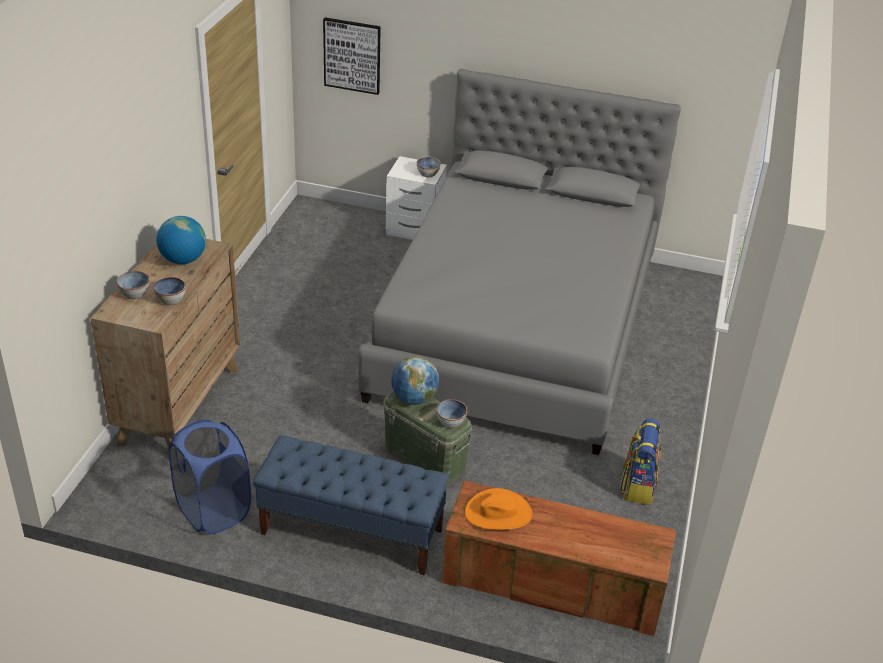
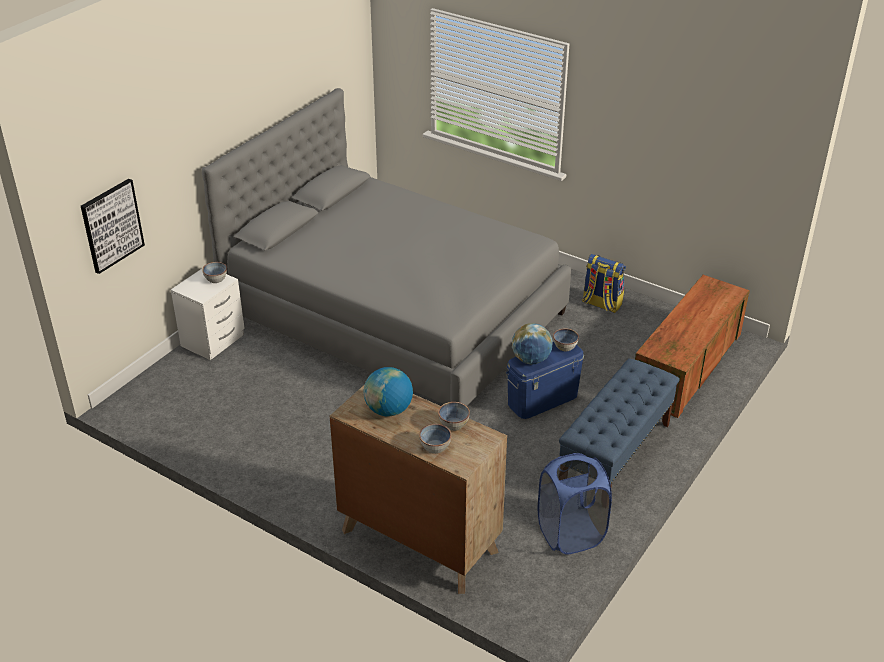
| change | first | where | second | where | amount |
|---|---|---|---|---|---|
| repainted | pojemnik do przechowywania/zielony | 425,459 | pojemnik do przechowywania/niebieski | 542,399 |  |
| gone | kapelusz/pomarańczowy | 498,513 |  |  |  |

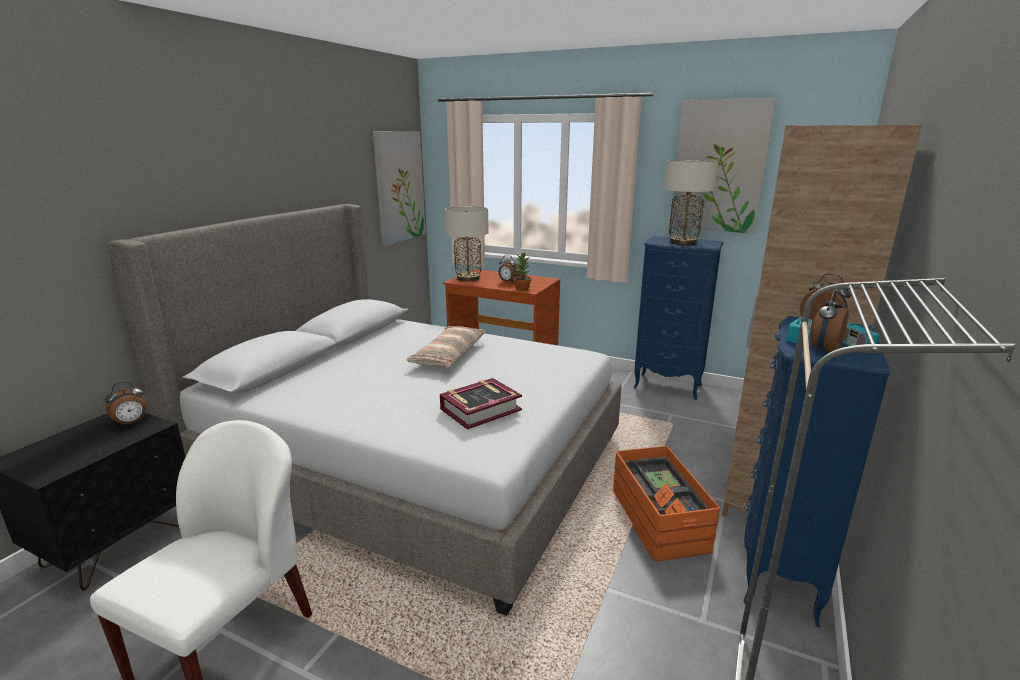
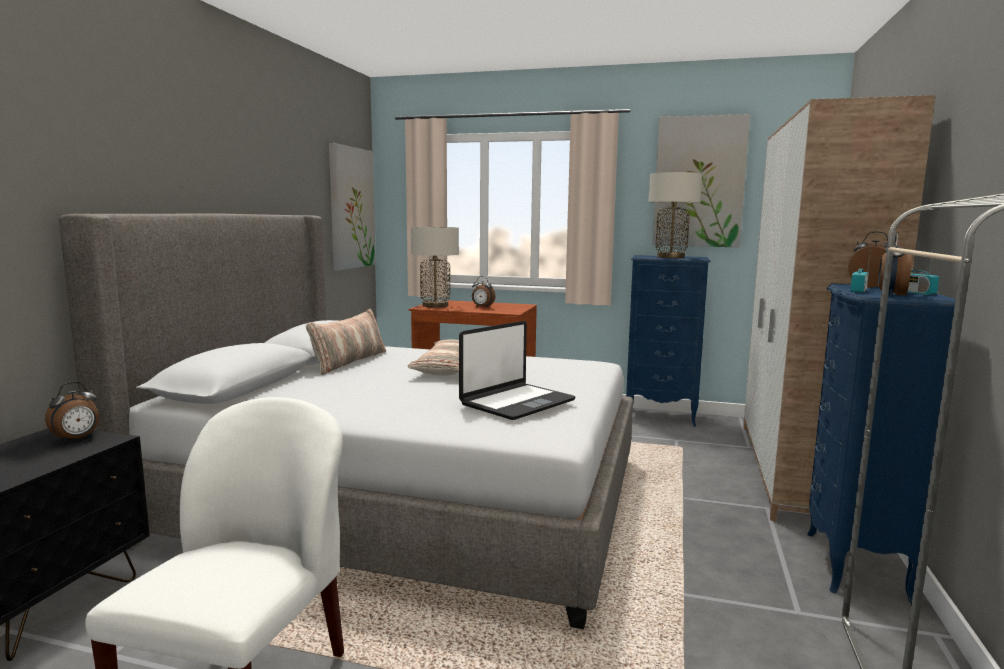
| change | first | where | second | where | amount |
|---|---|---|---|---|---|
| swapped | książka | 480,409 | laptop | 516,402 |  |
| gone | roślina doniczkowa | 521,289 |  |  |  |
| gone | pojemnik do przechowywania/pomarańczowy | 660,519 |  |  |  |
| new |  |  | poduszka | 349,362 |  |

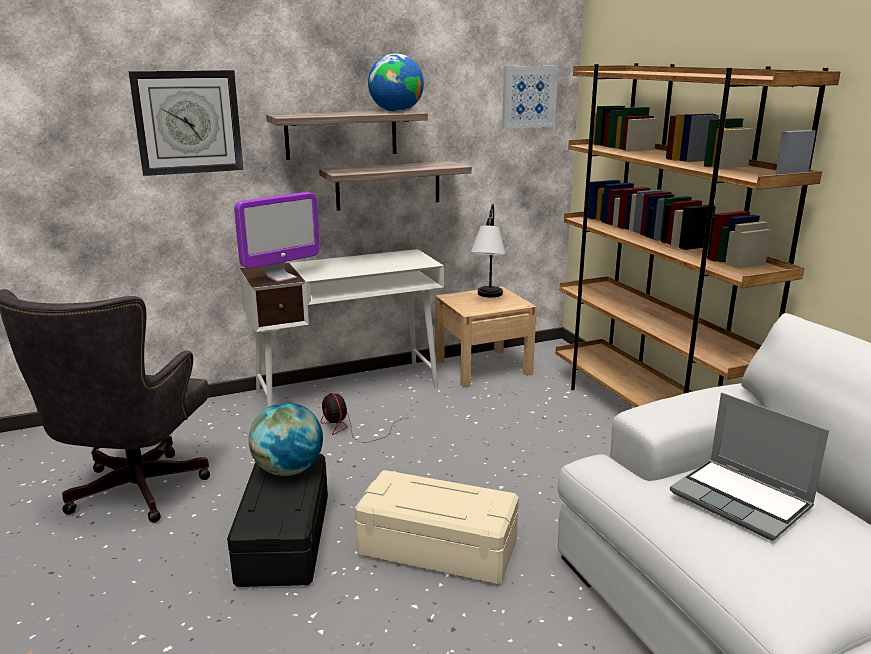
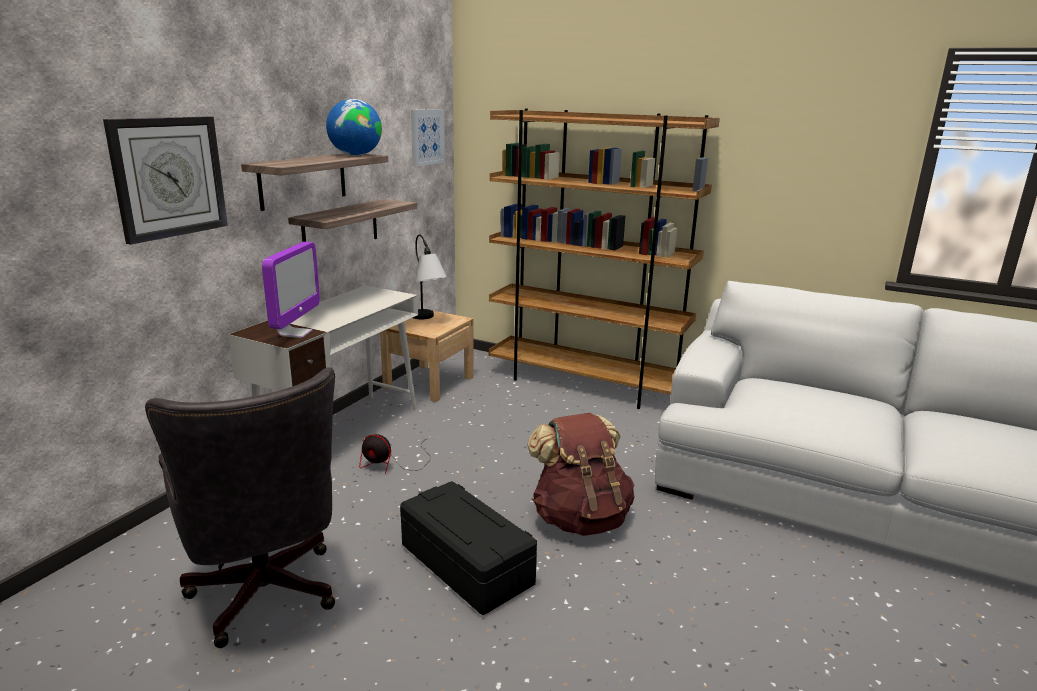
| change | first | where | second | where | amount |
|---|---|---|---|---|---|
| gone | globus | 289,470 |  |  |  |
| swapped | pojemnik do przechowywania/beżowy | 438,548 | plecak/brązowy | 580,518 |  |
| gone | laptop | 742,500 |  |  |  |

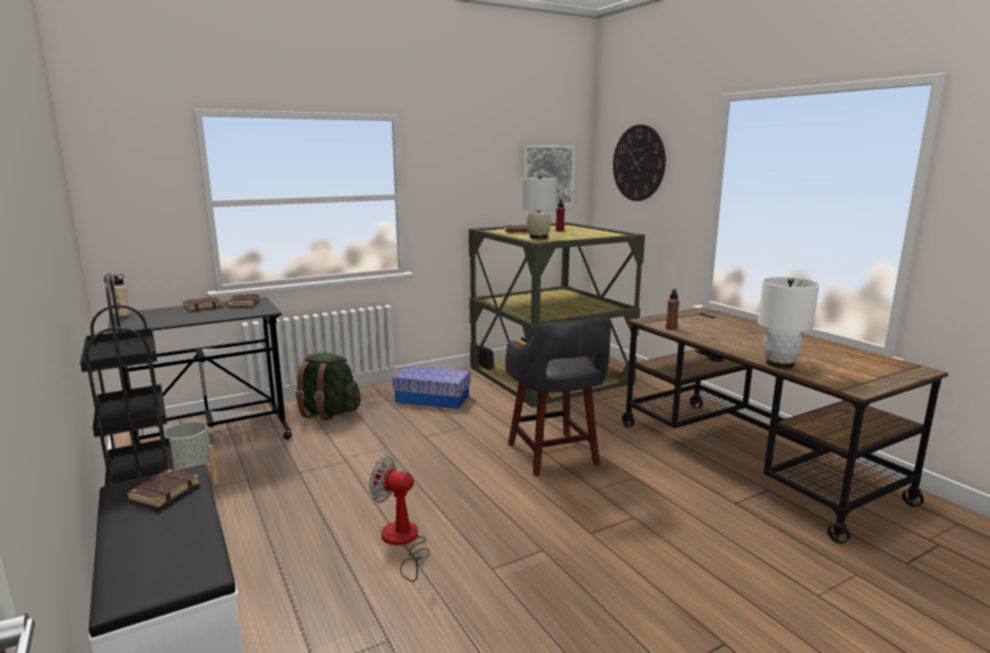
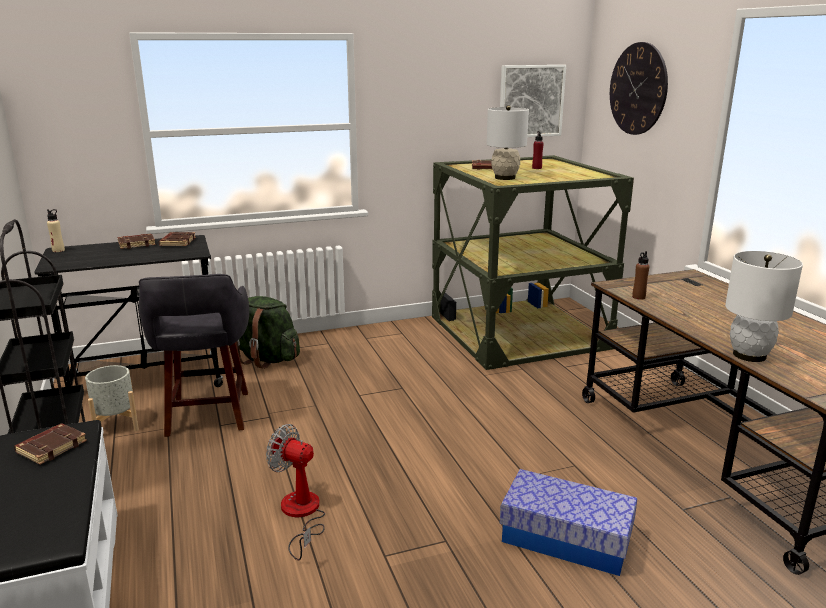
| change | first | where | second | where | amount |
|---|---|---|---|---|---|
| shifted | pojemnik do przechowywania | 432,398 |  | 566,538 |  |
| shifted | stołek/szary | 553,456 |  | 207,416 |  |

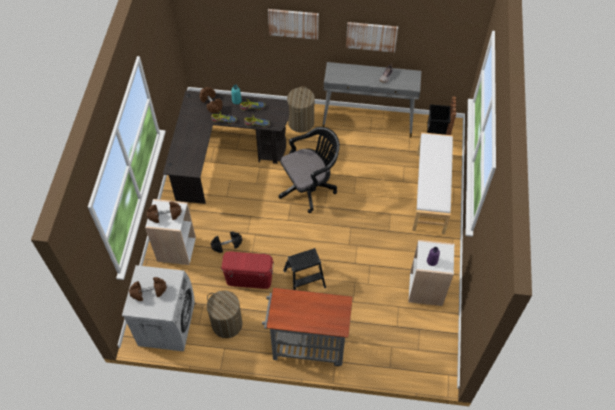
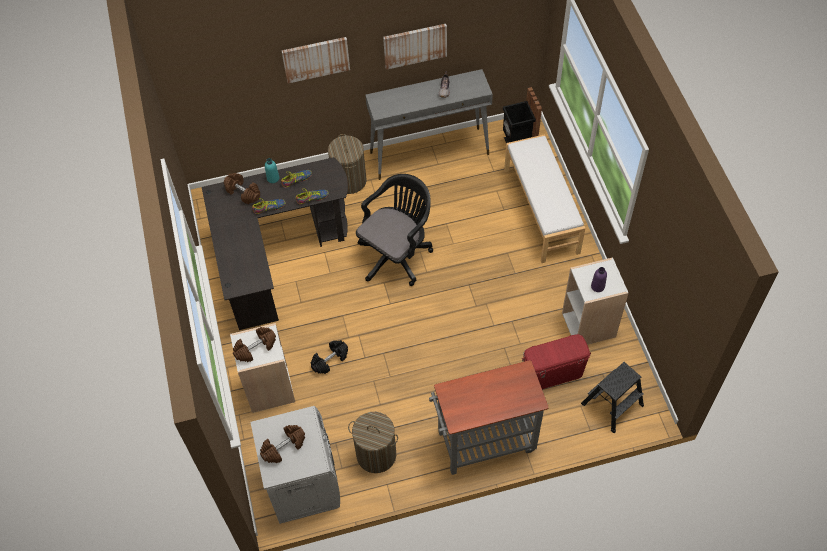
| change | first | where | second | where | amount |
|---|---|---|---|---|---|
| shifted | pojemnik do przechowywania/czerwony | 249,278 |  | 552,373 |  |
| shifted | drabinka/czarny | 304,278 |  | 612,404 |  |

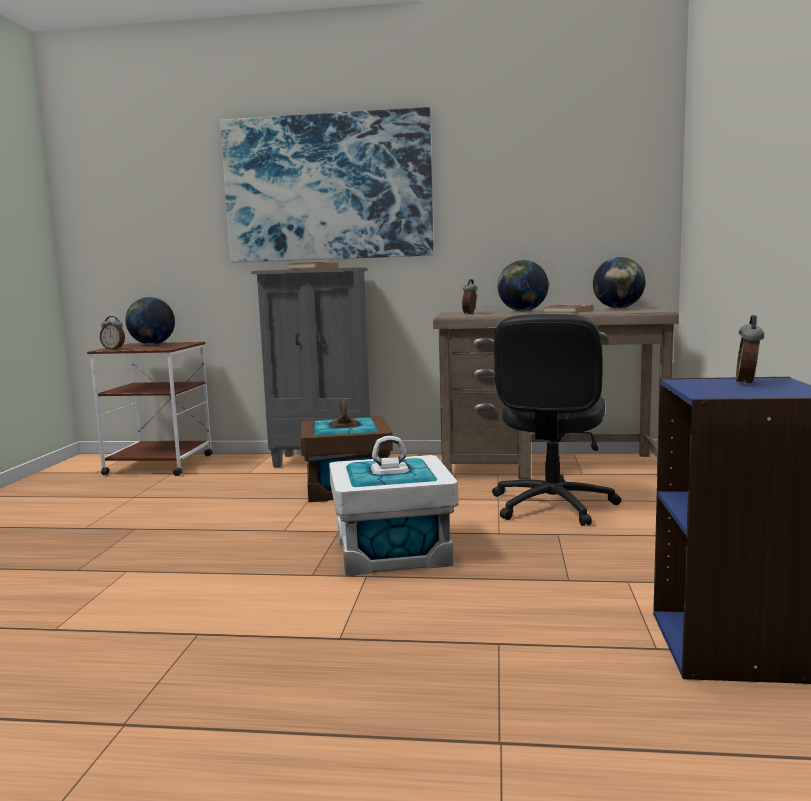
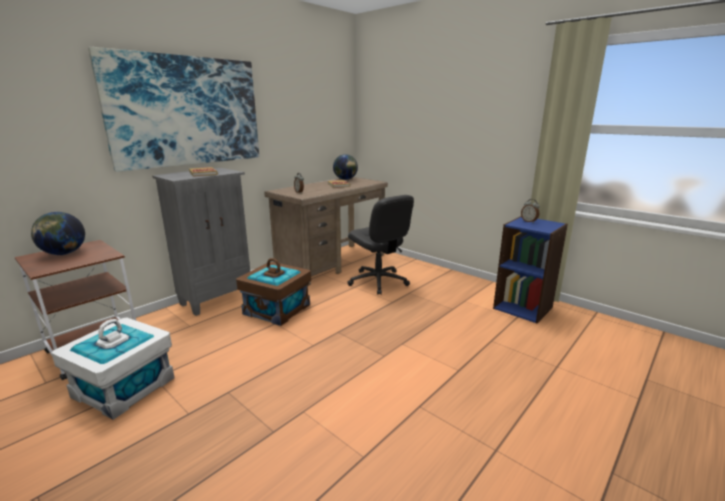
| change | first | where | second | where | amount |
|---|---|---|---|---|---|
| gone | budzik | 114,349 |  |  |  |
| shifted | pojemnik do przechowywania/biały | 392,551 |  | 124,387 |  |
| gone | globus | 522,311 |  |  |  |

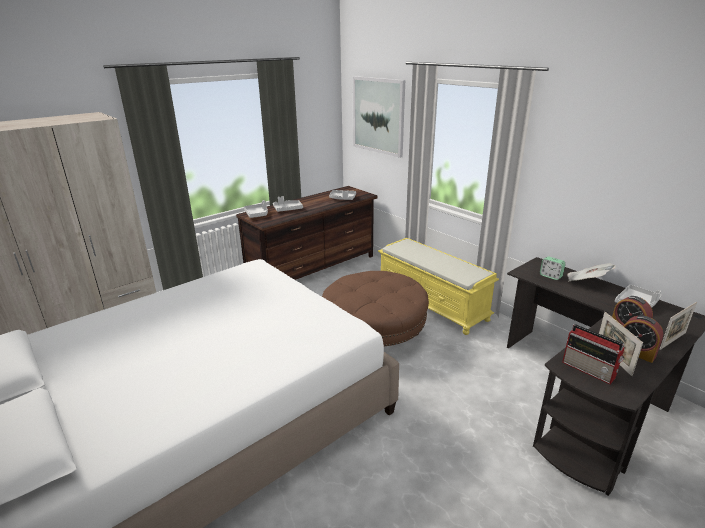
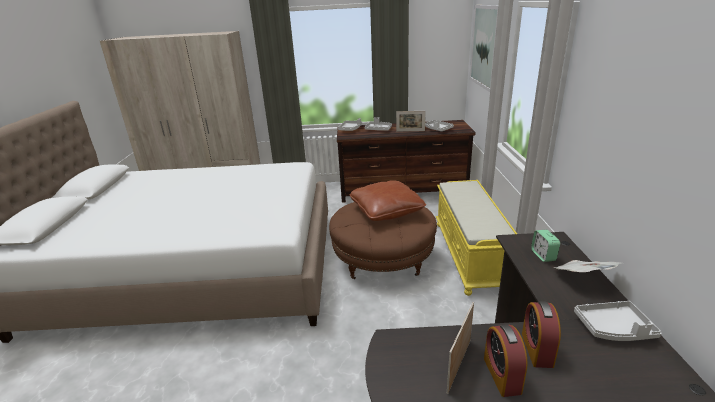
| change | first | where | second | where | amount |
|---|---|---|---|---|---|
| gone | radio | 589,370 |  |  |  |
| shifted | ramka na zdjęcie | 672,341 |  | 410,131 |  |
| new |  |  | poduszka/brązowy | 386,211 |  |

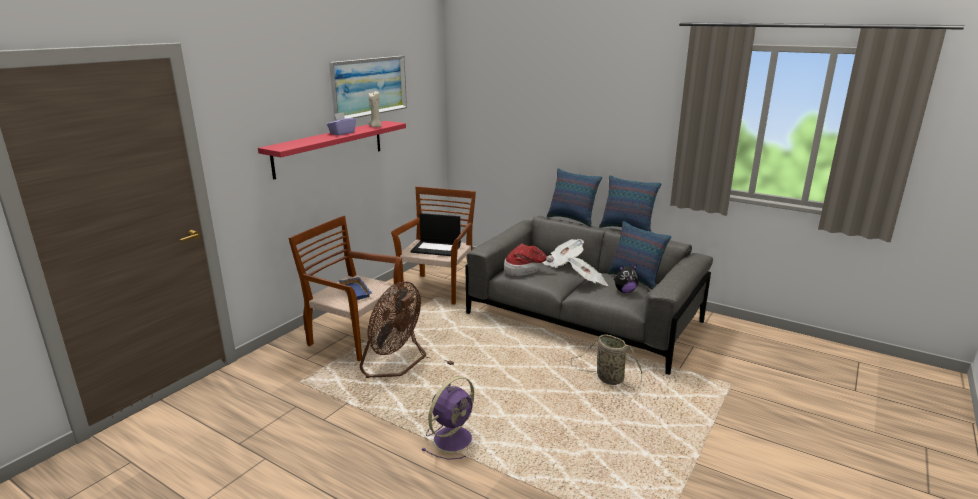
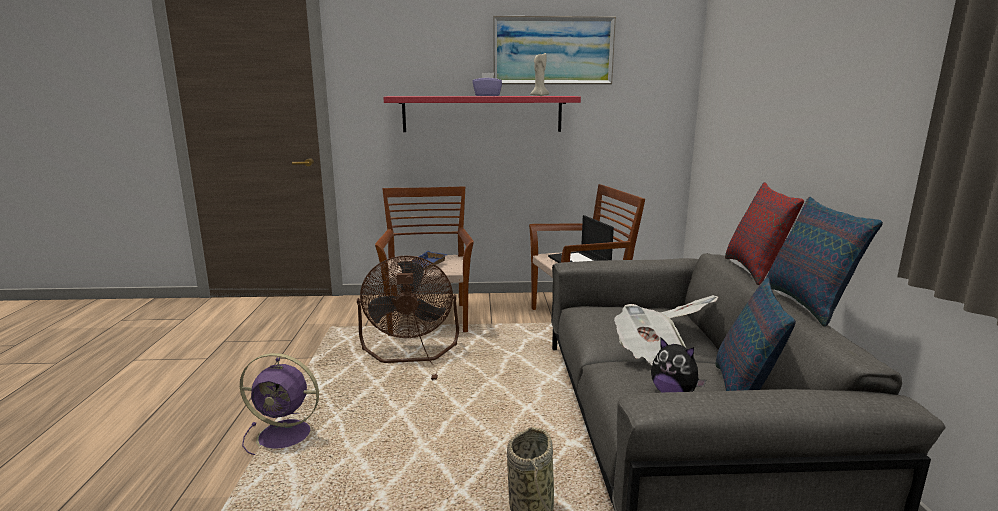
| change | first | where | second | where | amount |
|---|---|---|---|---|---|
| gone | kapelusz | 524,270 |  |  |  |
| repainted | poduszka/niebieski | 572,220 | poduszka/czerwony | 754,271 |  |

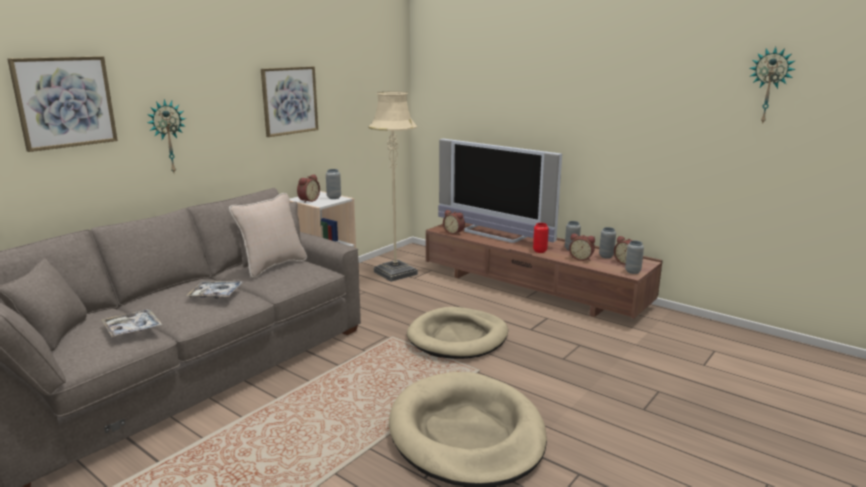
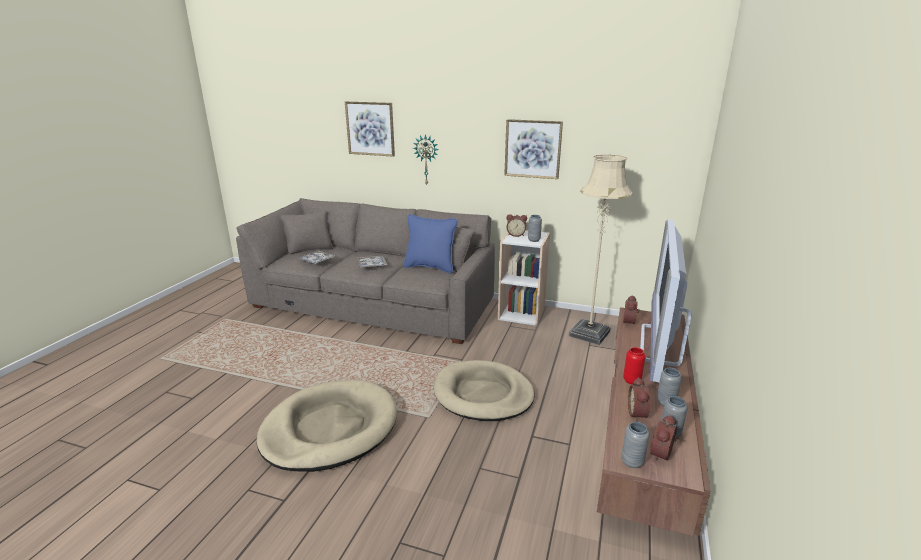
| change | first | where | second | where | amount |
|---|---|---|---|---|---|
| repainted | poduszka/beżowy | 272,266 | poduszka/niebieski | 430,267 |  |
| gone | zegar ścienny | 769,86 |  |  |  |

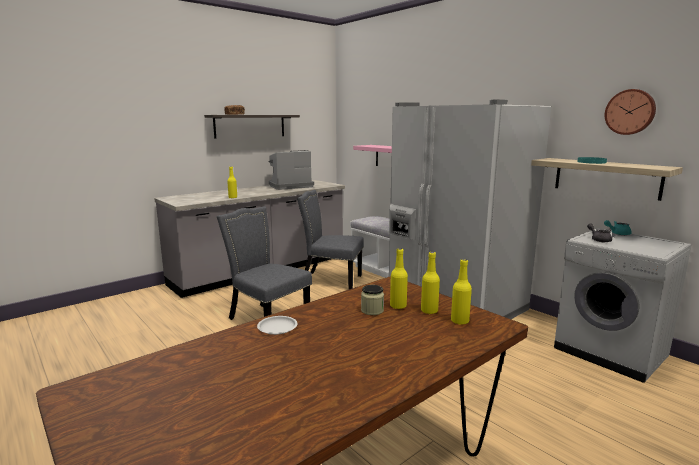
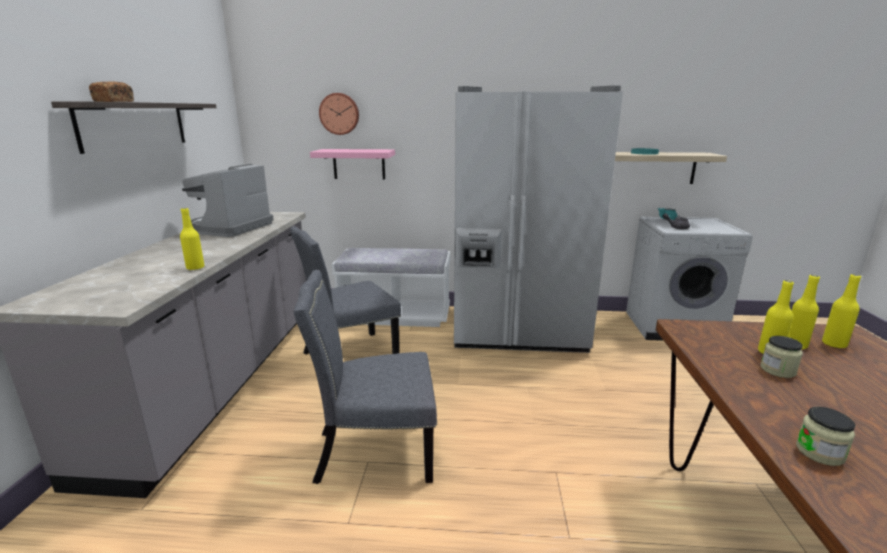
| change | first | where | second | where | amount |
|---|---|---|---|---|---|
| swapped | talerz/biały | 277,328 | słoik | 819,452 |  |
| shifted | zegar ścienny | 630,112 |  | 339,114 |  |

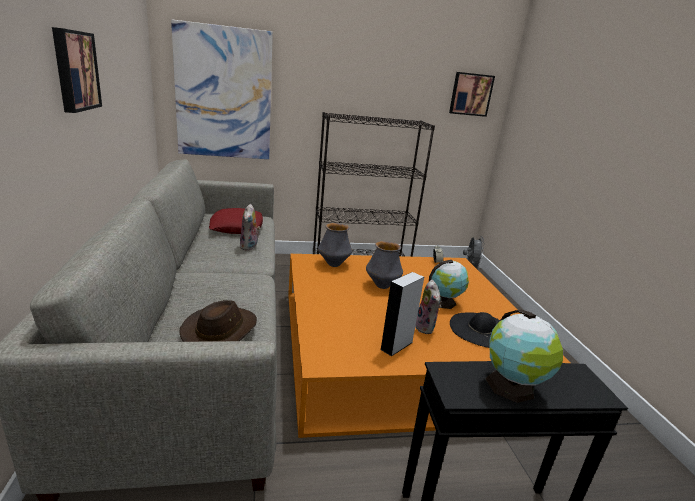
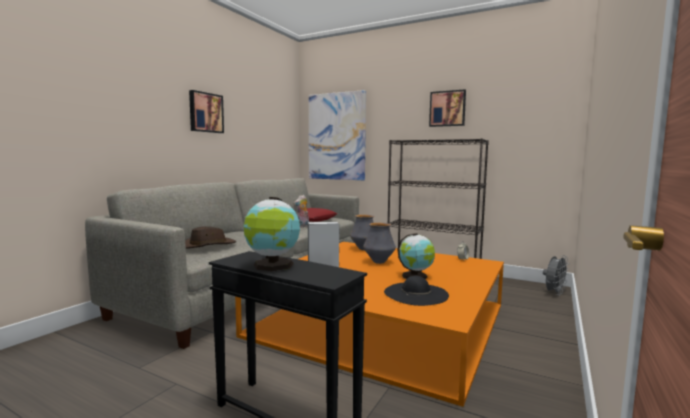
| change | first | where | second | where | amount |
|---|---|---|---|---|---|
| gone | pluszak | 426,328 |  |  |  |
| shifted | obraz | 470,94 |  | 447,108 |  |

